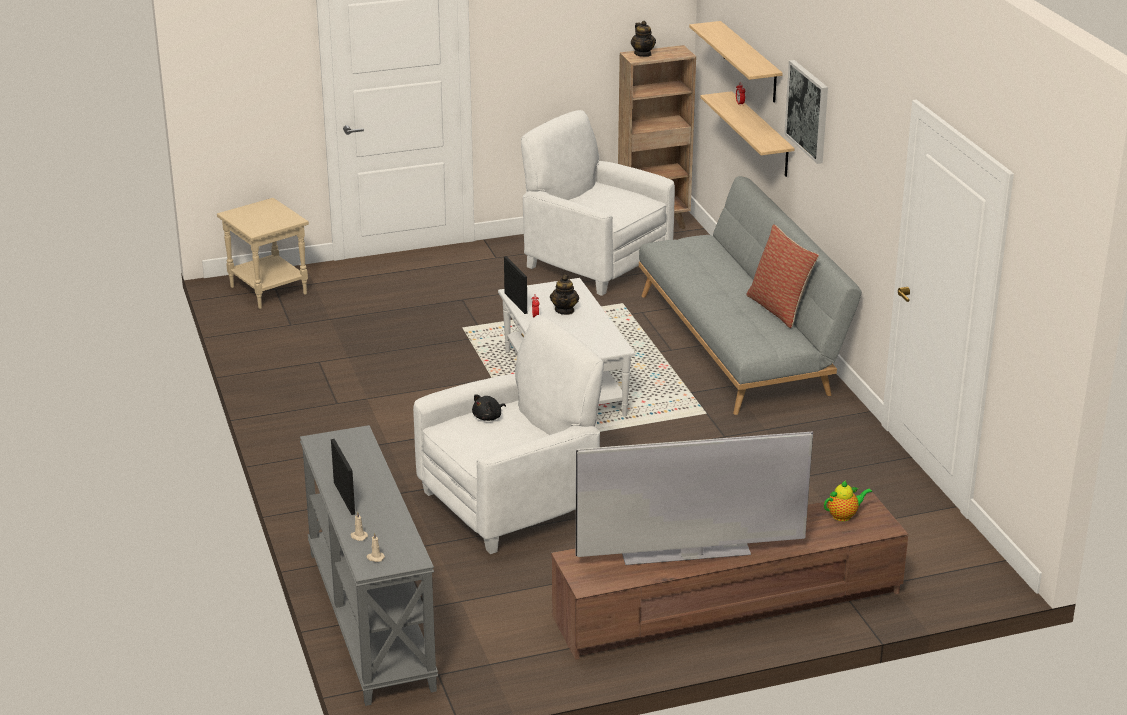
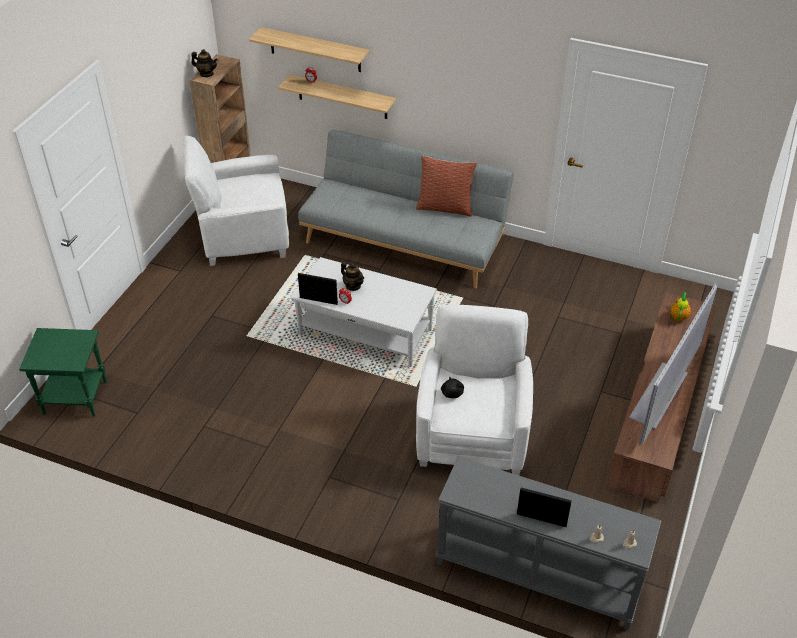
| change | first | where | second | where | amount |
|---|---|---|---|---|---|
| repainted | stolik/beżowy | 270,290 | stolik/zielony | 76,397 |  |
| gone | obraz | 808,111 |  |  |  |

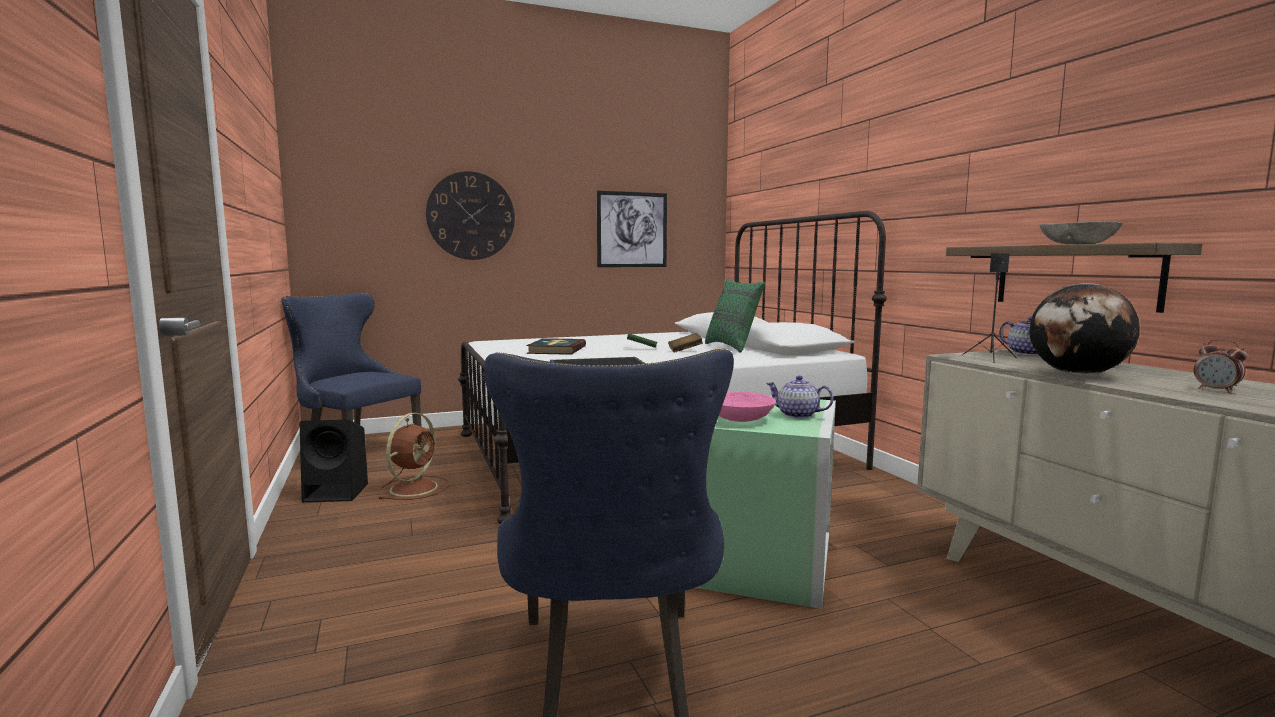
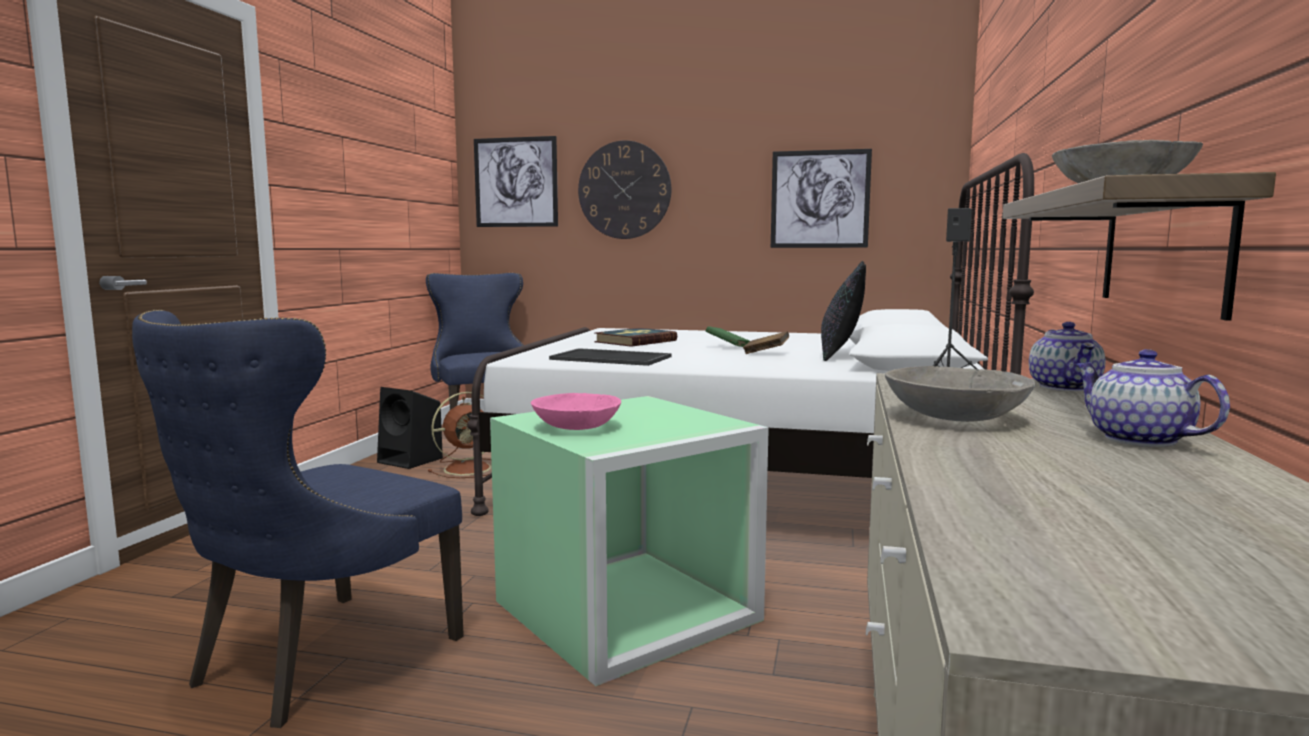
| change | first | where | second | where | amount |
|---|---|---|---|---|---|
| repainted | poduszka/zielony | 731,347 | poduszka/czarny | 841,355 |  |
| shifted | imbryk | 797,415 |  | 1137,439 |  |
| swapped | globus | 1078,374 | miska/szary | 954,417 |  |
| gone | budzik | 1216,390 |  |  |  |
| new |  |  | obraz | 516,182 |  |

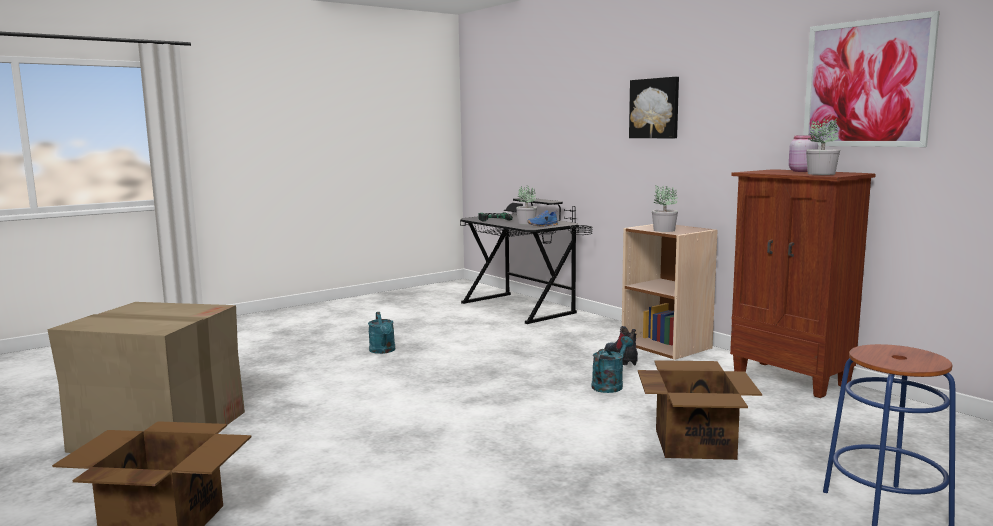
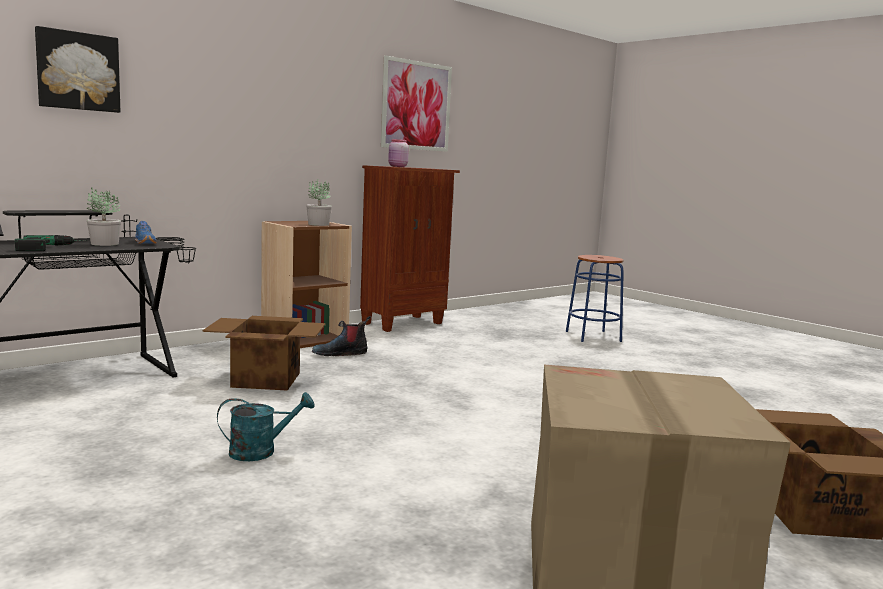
| change | first | where | second | where | amount |
|---|---|---|---|---|---|
| gone | konewka/turkusowy | 610,385 |  |  |  |
| shifted | obraz | 655,108 |  | 78,71 |  |
| shifted | karton | 694,443 |  | 265,379 |  |
| gone | roślina doniczkowa | 821,174 |  |  |  |

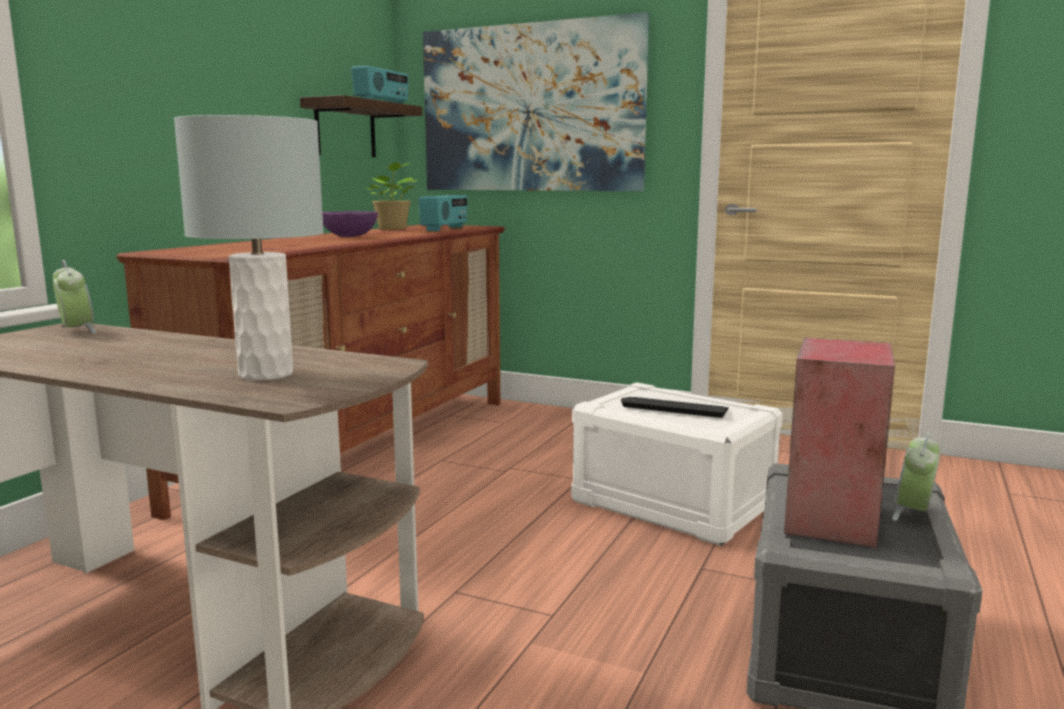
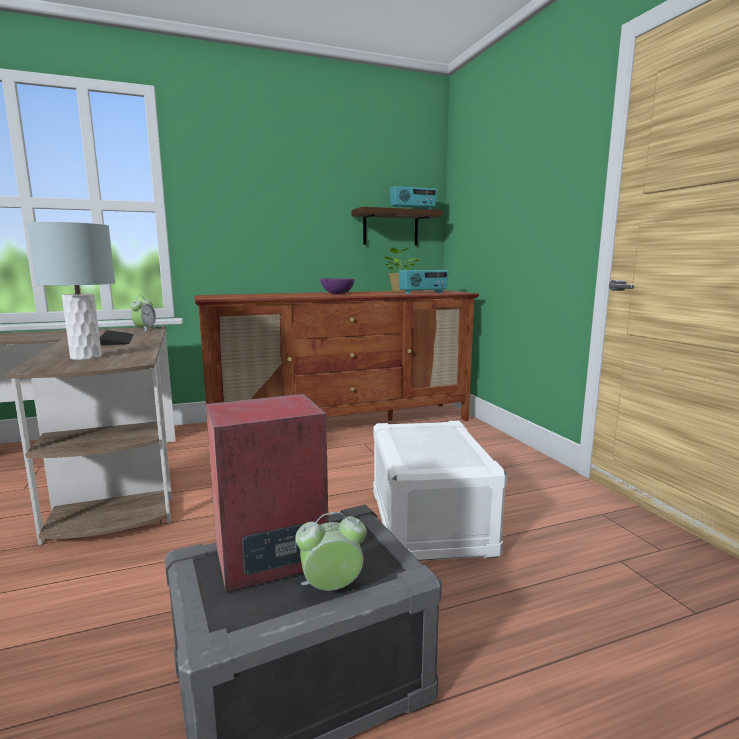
| change | first | where | second | where | amount |
|---|---|---|---|---|---|
| gone | obraz | 531,108 |  |  |  |
| shifted | klawiatura | 675,408 |  | 116,339 |  |

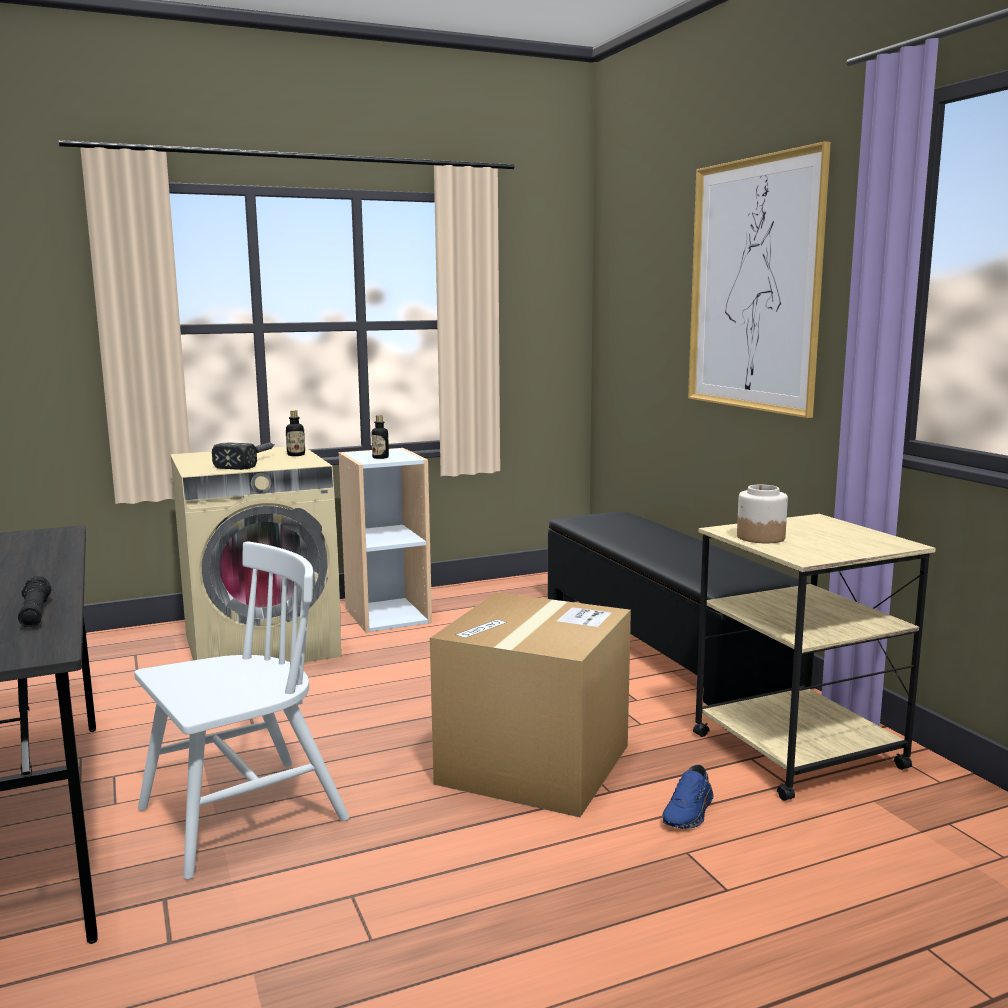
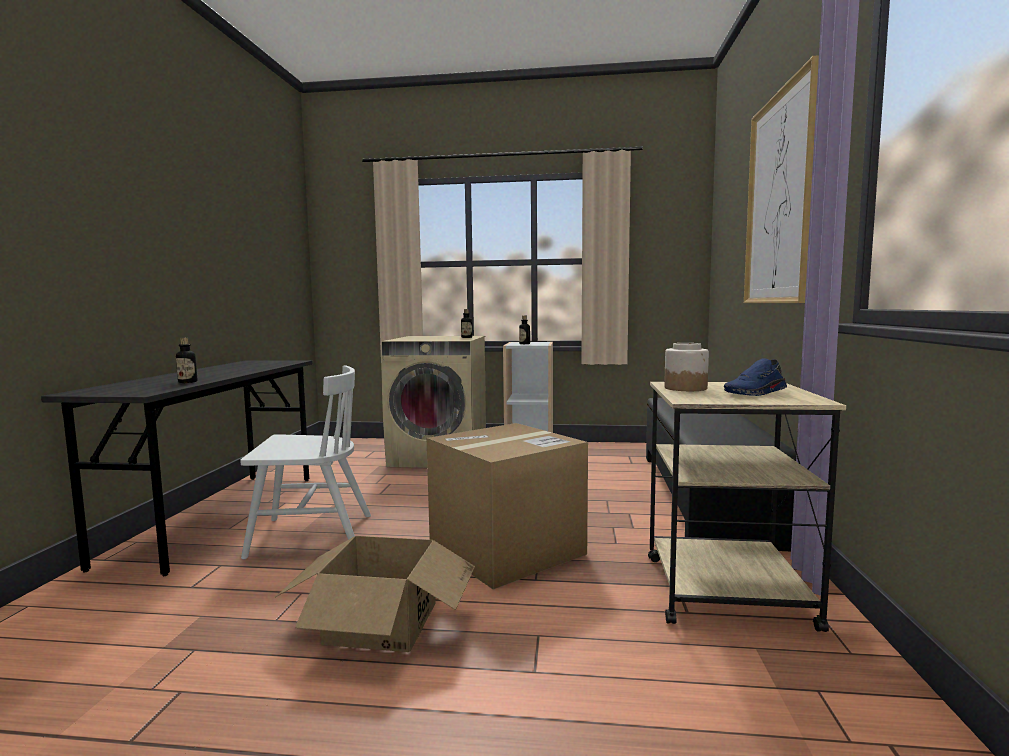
| change | first | where | second | where | amount |
|---|---|---|---|---|---|
| swapped | latarka/czarny | 35,613 | butelka | 187,382 |  |
| gone | młotek | 252,462 |  |  |  |
| shifted | but/niebieski | 690,813 |  | 757,393 |  |
| new |  |  | karton | 382,622 |  |

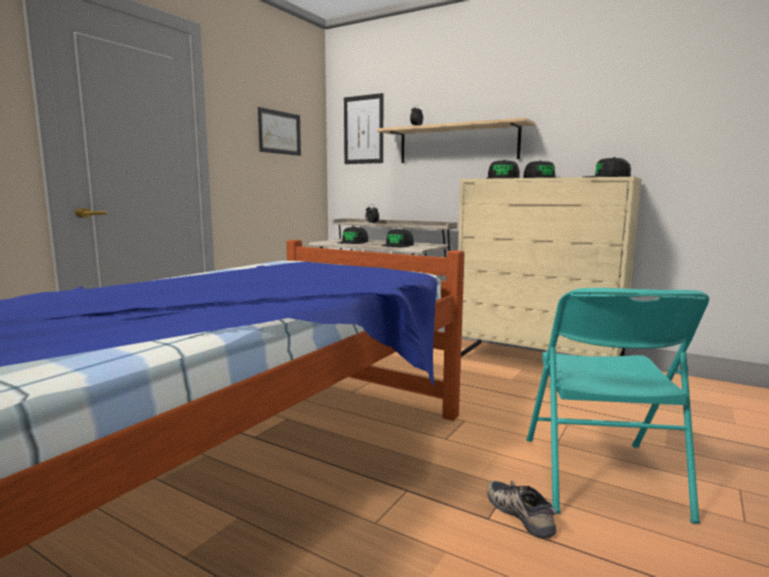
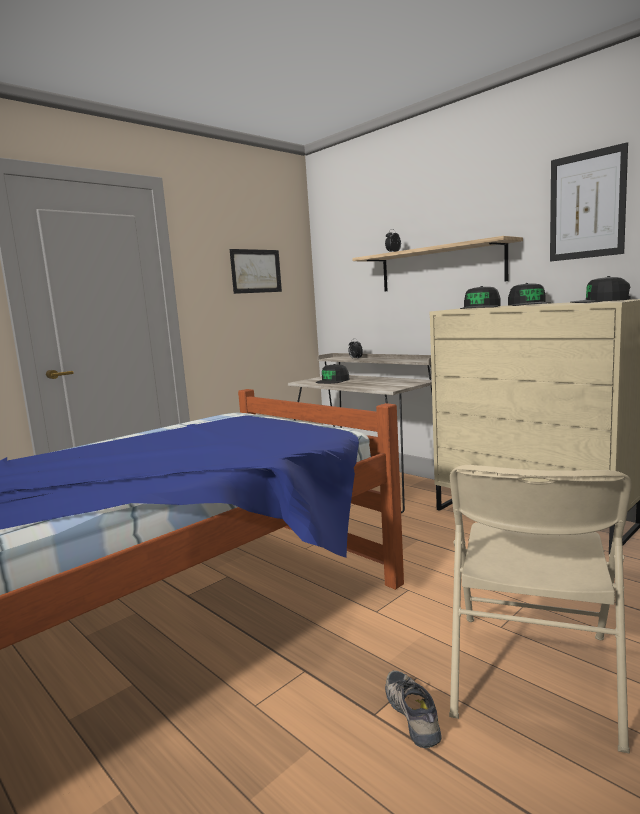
| change | first | where | second | where | amount |
|---|---|---|---|---|---|
| shifted | obraz | 363,130 |  | 587,205 |  |
| gone | czapka z daszkiem/czarny | 398,245 |  |  |  |
| repainted | krzesło/turkusowy | 599,476 | krzesło/beżowy | 532,674 |  |

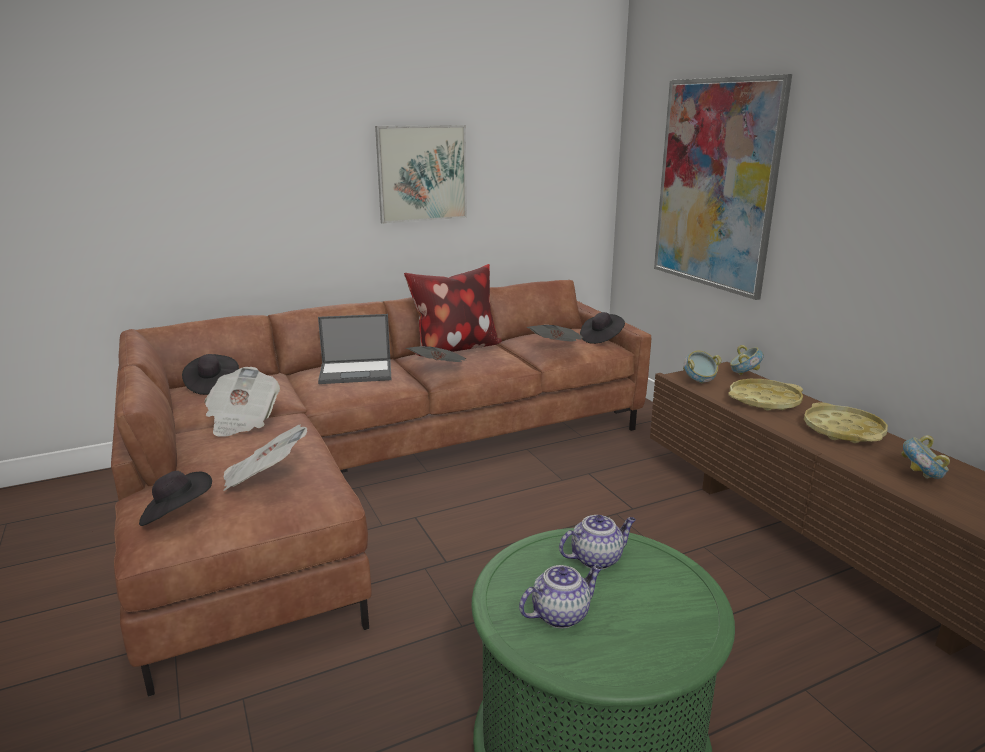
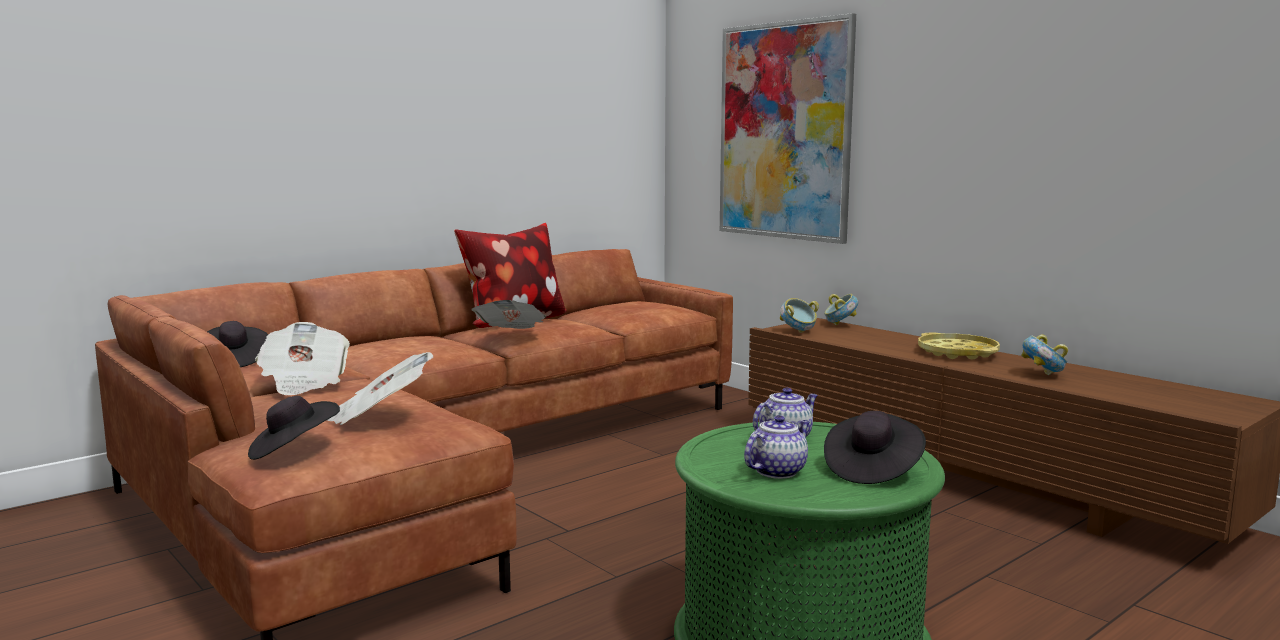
| change | first | where | second | where | amount |
|---|---|---|---|---|---|
| gone | laptop | 357,372 |  |  |  |
| gone | obraz | 422,173 |  |  |  |
| gone | gazeta | 556,348 |  |  |  |
| shifted | kapelusz/czarny | 601,338 |  | 872,469 |  |
| gone | taca/żółty | 764,400 |  |  |  |

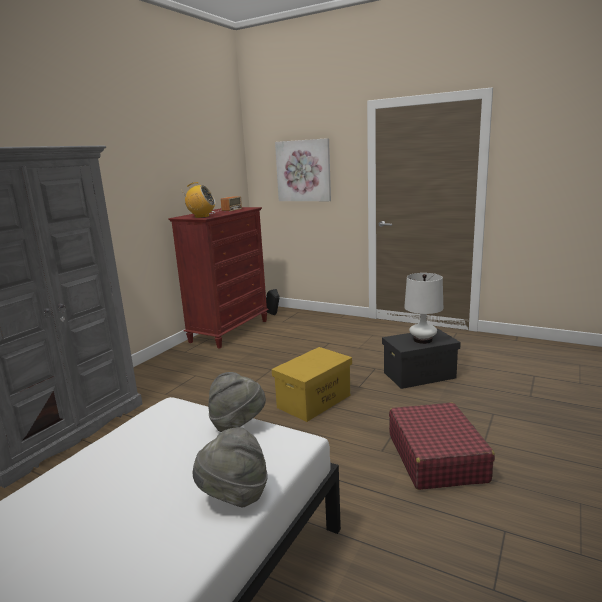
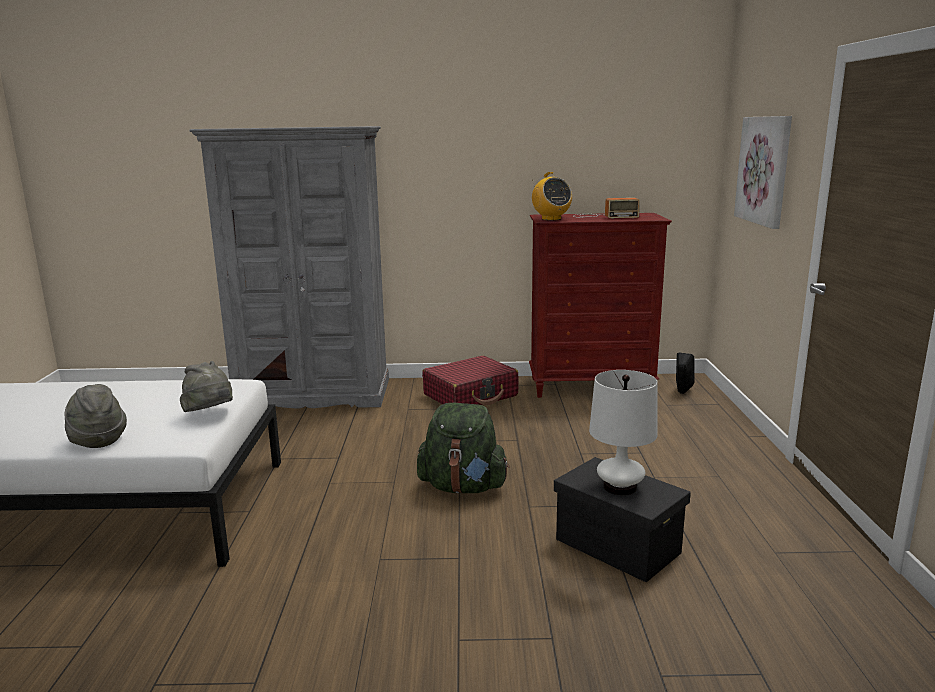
| change | first | where | second | where | amount |
|---|---|---|---|---|---|
| swapped | pojemnik do przechowywania/żółty | 314,401 | plecak/zielony | 463,487 |  |
| shifted | walizka/czerwony | 436,457 |  | 471,395 |  |

